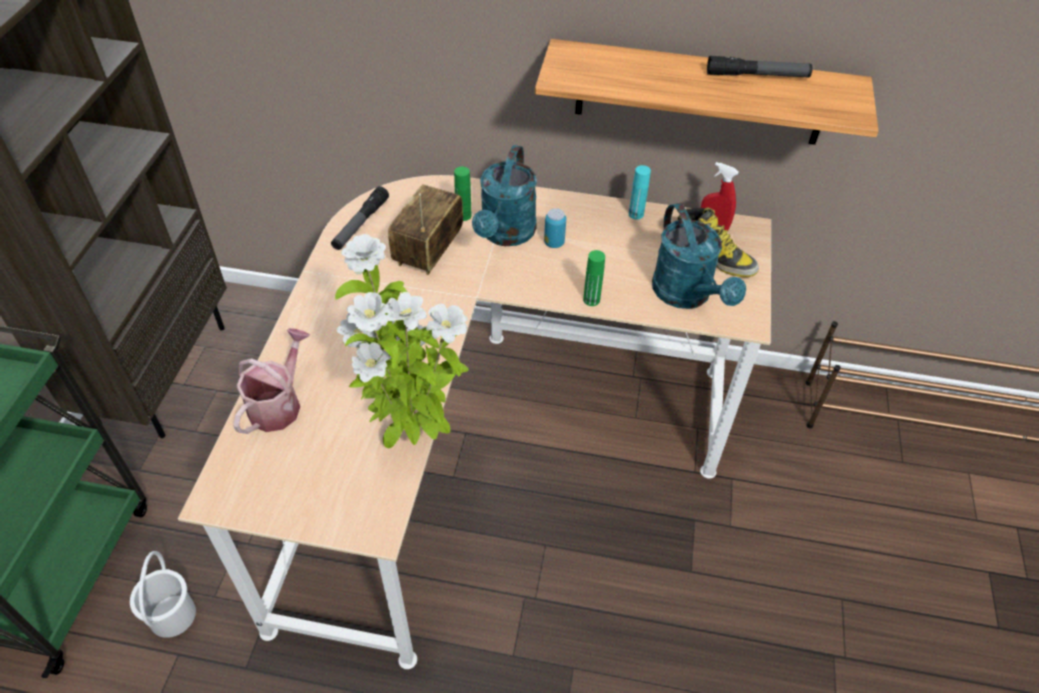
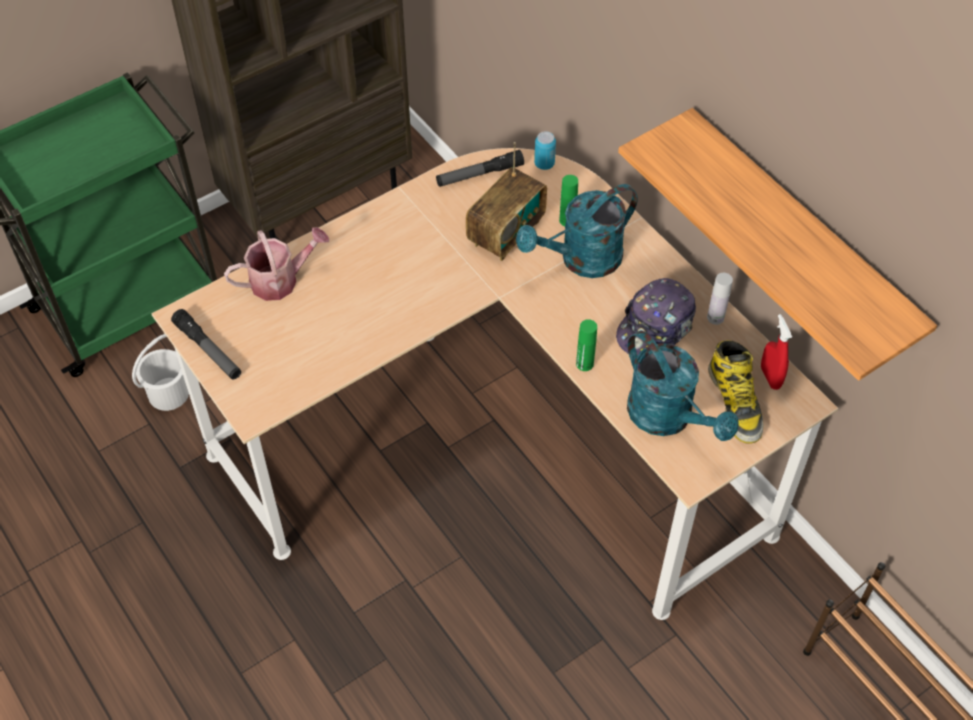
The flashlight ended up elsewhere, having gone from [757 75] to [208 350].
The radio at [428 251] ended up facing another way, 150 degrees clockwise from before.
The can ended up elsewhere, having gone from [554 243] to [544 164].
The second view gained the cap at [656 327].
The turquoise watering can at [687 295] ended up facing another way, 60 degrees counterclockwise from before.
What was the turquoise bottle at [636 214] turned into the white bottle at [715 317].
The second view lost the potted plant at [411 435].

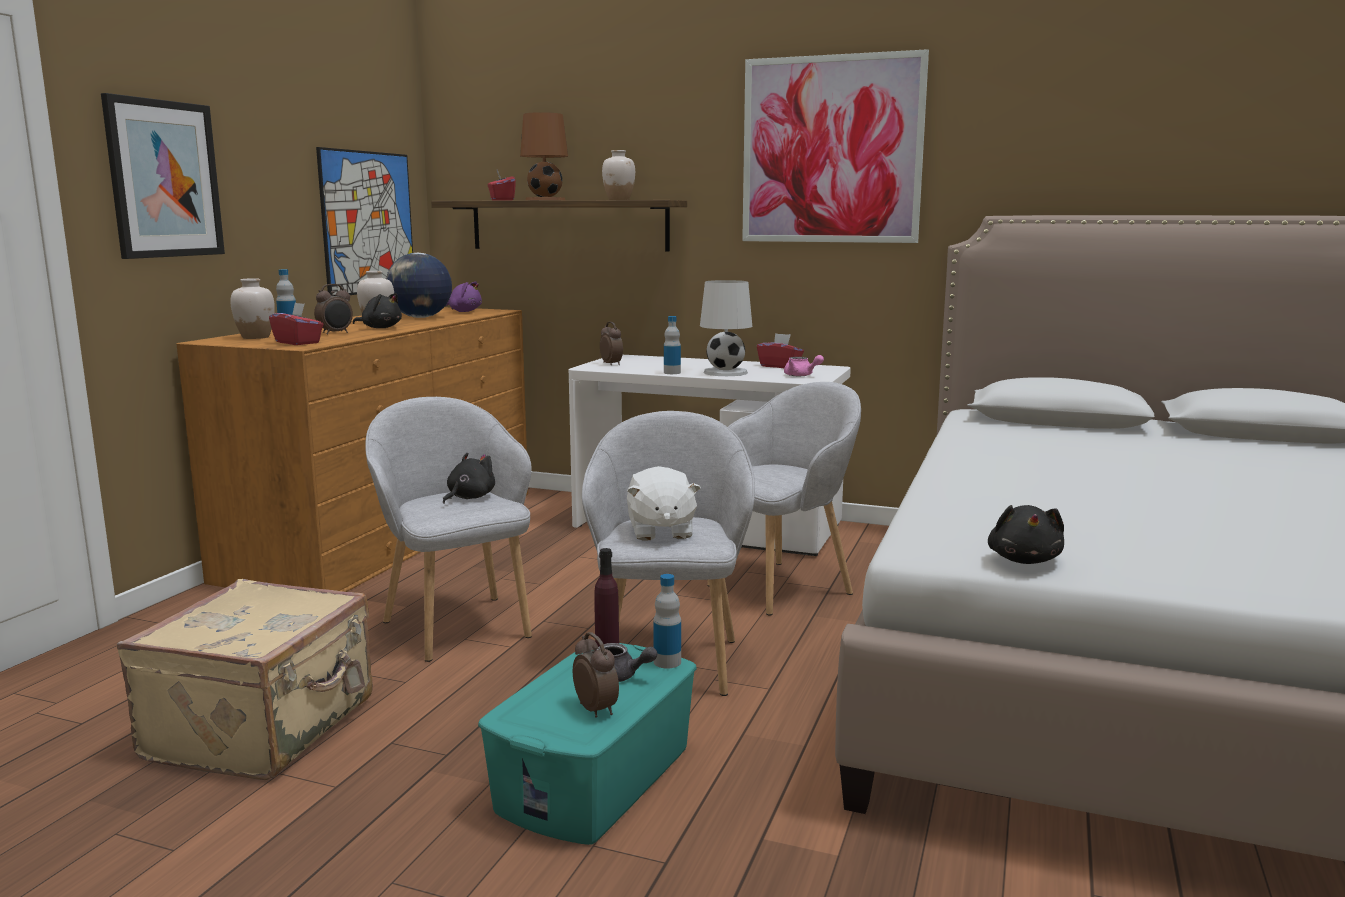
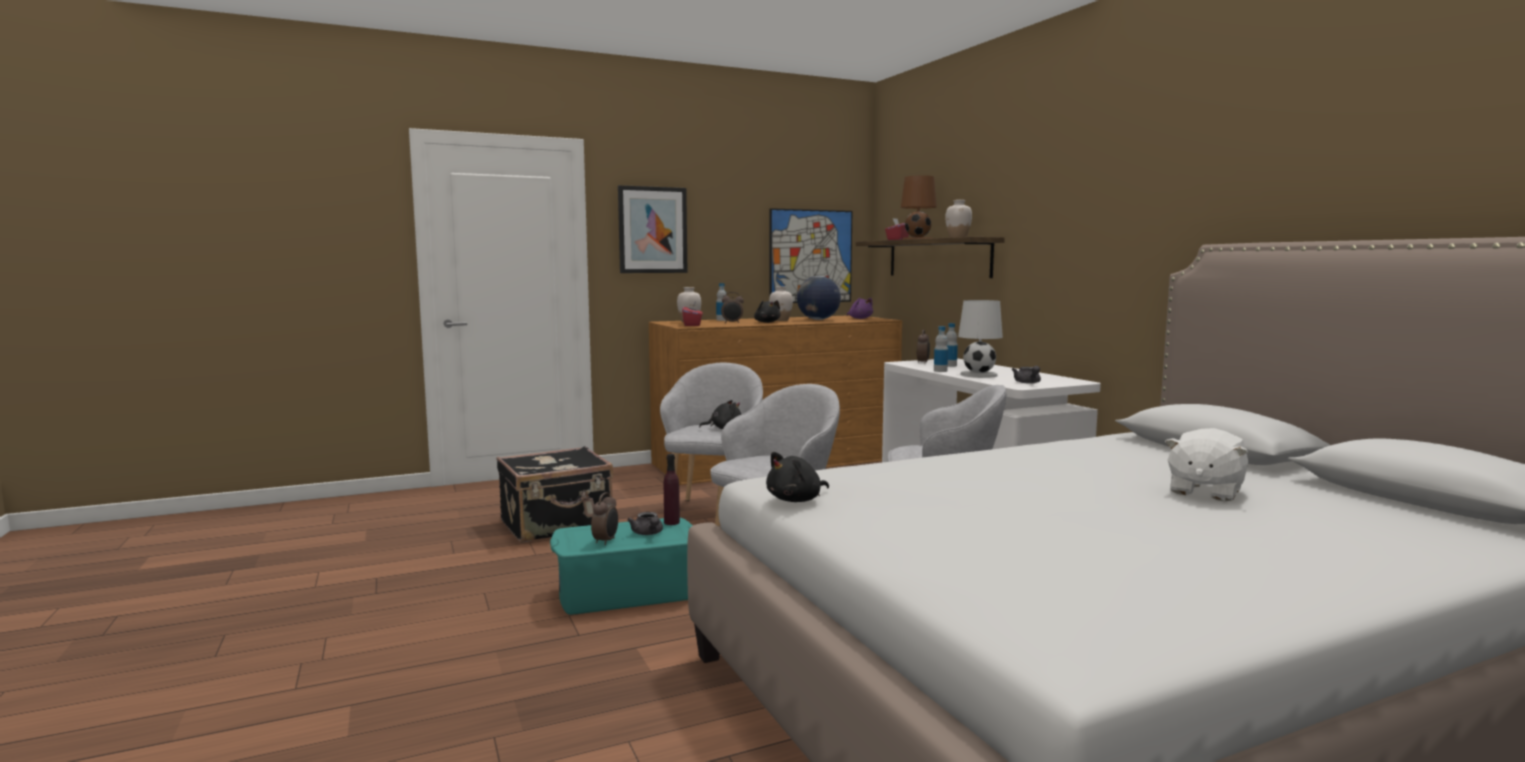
What was the beige suitcase at [265 728] turned into the black suitcase at [557 525].
The bottle ended up elsewhere, having gone from [667 662] to [950 365].
What was the pink teapot at [801 375] turned into the grey teapot at [1028 383].
The white plush toy ended up elsewhere, having gone from [660 531] to [1204 491].
The second view lost the picture at [831 150].
The second view lost the red tissue box at [780 366].

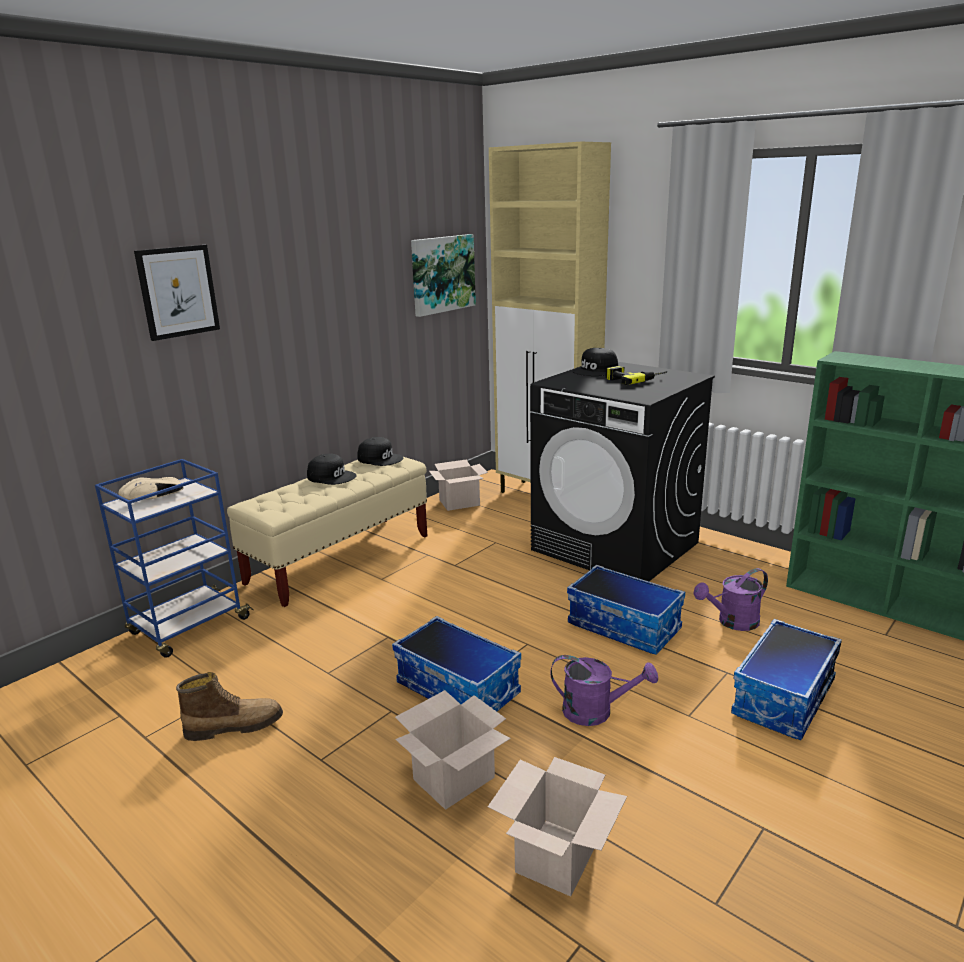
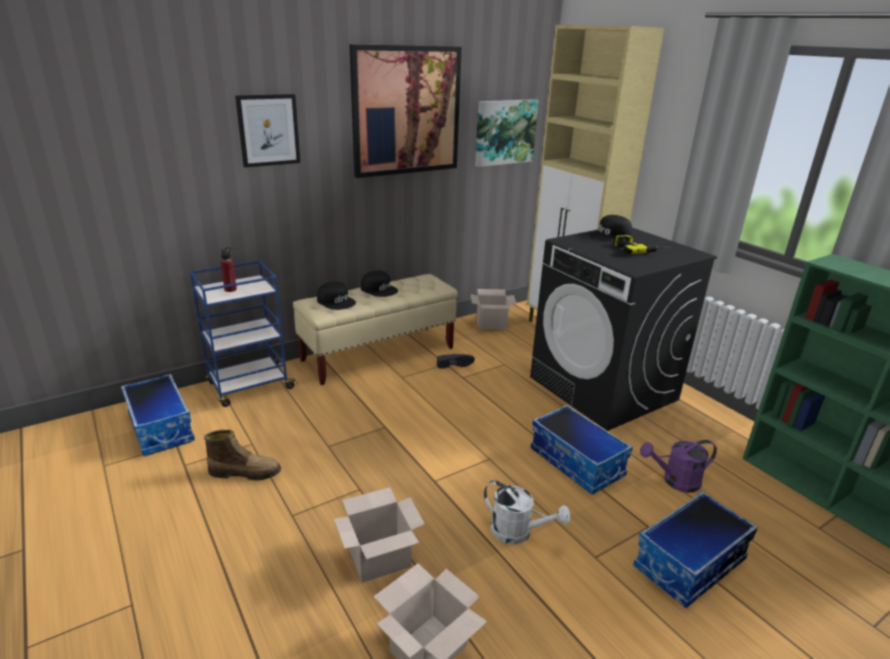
The storage box ended up elsewhere, having gone from [459 689] to [162 428].
Where the beige shoe stood at [156 499], the red bottle came to stand at [230 289].
The black cap ended up elsewhere, having gone from [380 458] to [336 301].
The second view gained the picture at [406 111].
The second view gained the black shoe at [453 364].
What was the purple watering can at [596 712] turned into the white watering can at [518 533].

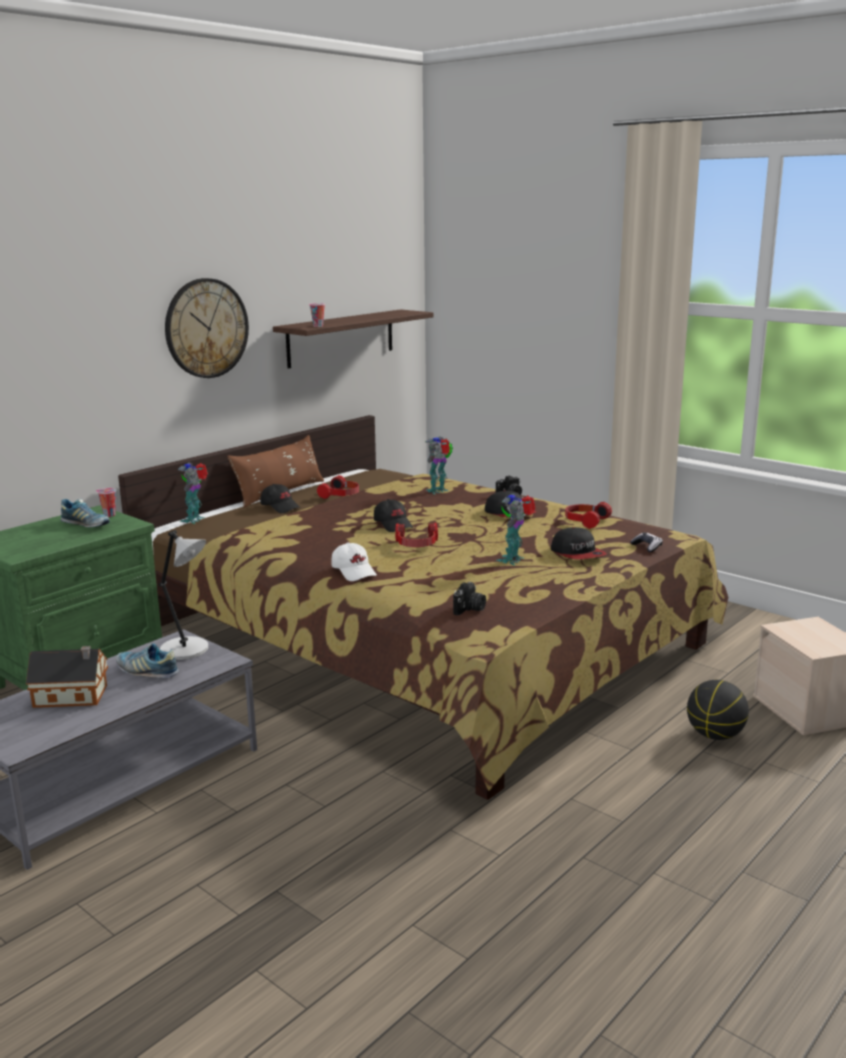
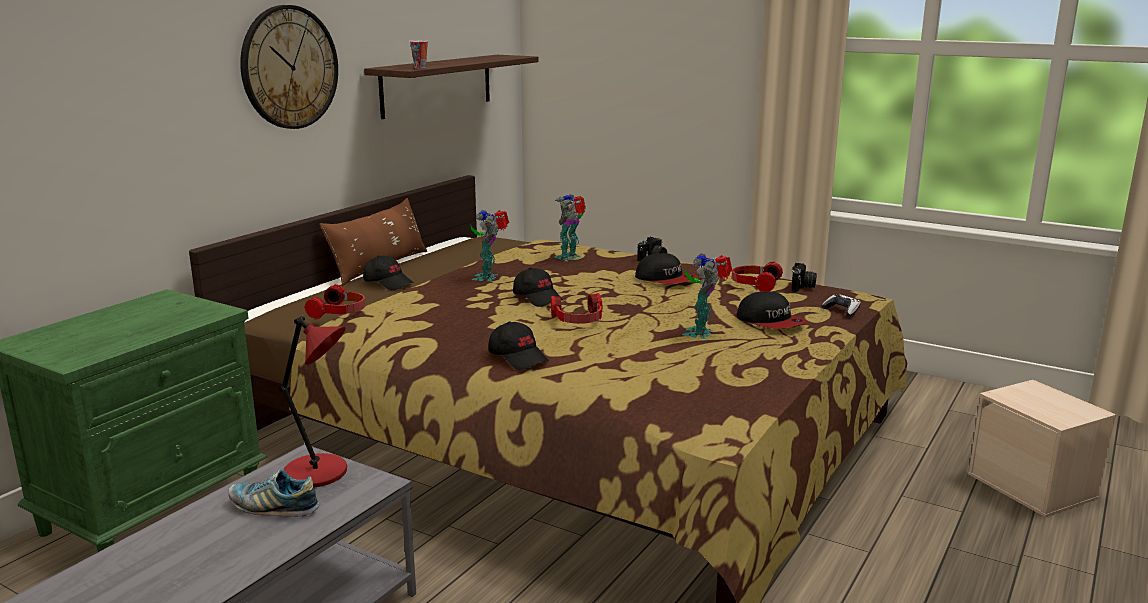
What was the grey table lamp at [187 650] turned into the red table lamp at [319 473].
The headphones ended up elsewhere, having gone from [341 495] to [340 313].
The toy robot ended up elsewhere, having gone from [195 519] to [488 277].
What was the white cap at [354 572] turned into the black cap at [518 357].
The photo camera ended up elsewhere, having gone from [470 609] to [802 287].
The second view lost the toy house at [73 696].
The second view lost the shoe at [86 525].
The second view lost the cup at [108 515].
The second view lost the basketball at [714 735].

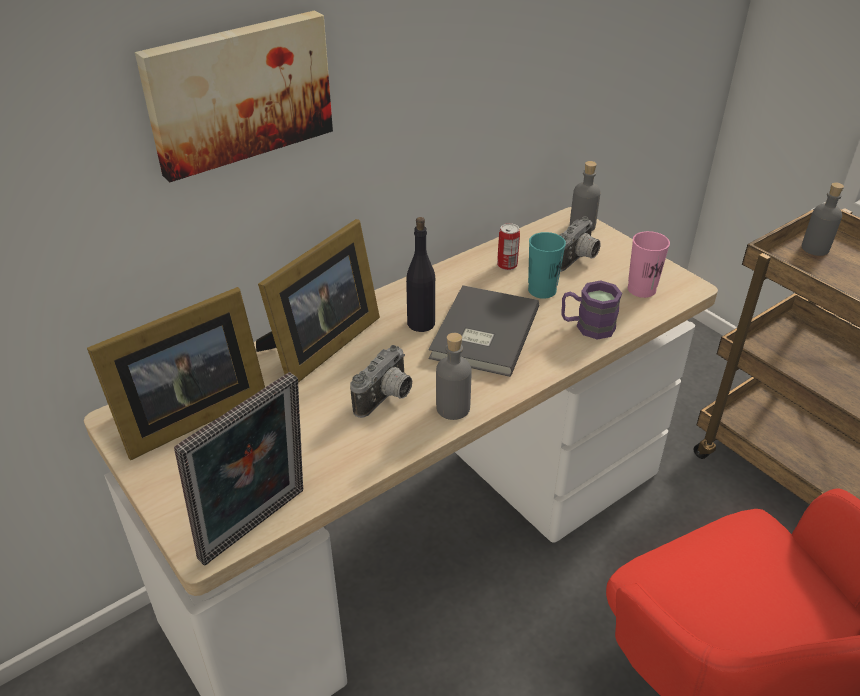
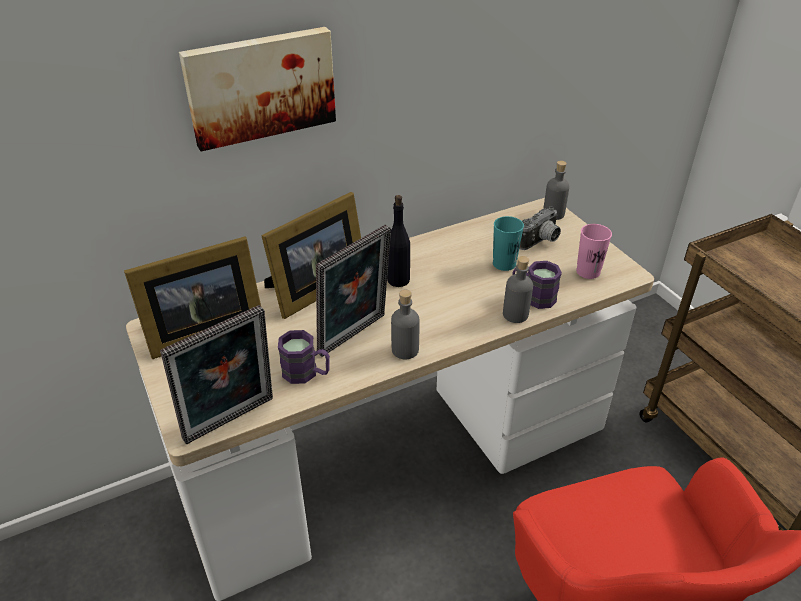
The second view gained the purple mug at [306 373].
Where the photo camera stood at [387 398], the picture frame came to stand at [355 336].
The grey bottle ended up elsewhere, having gone from [815 248] to [515 314].
The second view lost the grey book at [481 333].
The second view lost the can at [507 265].

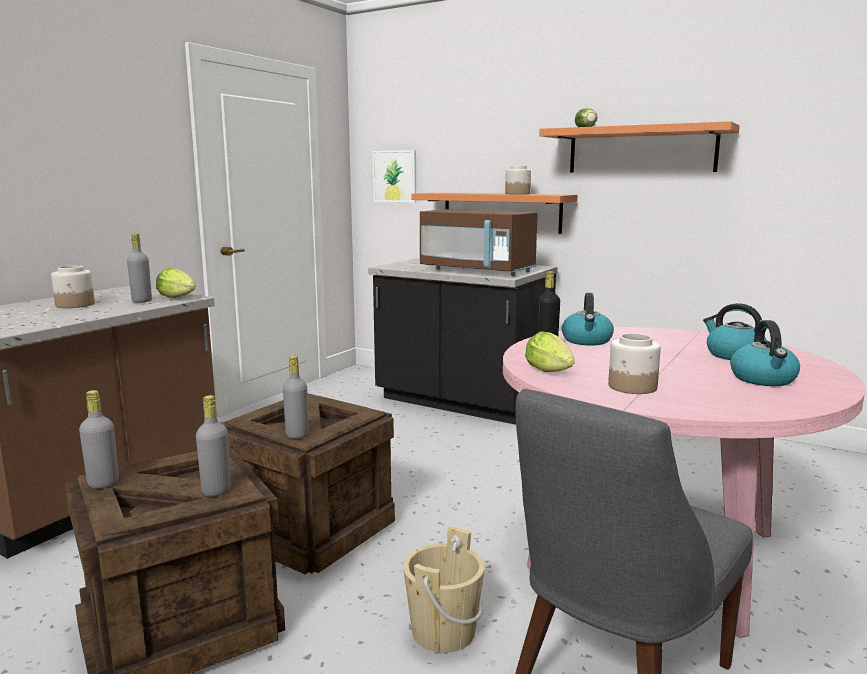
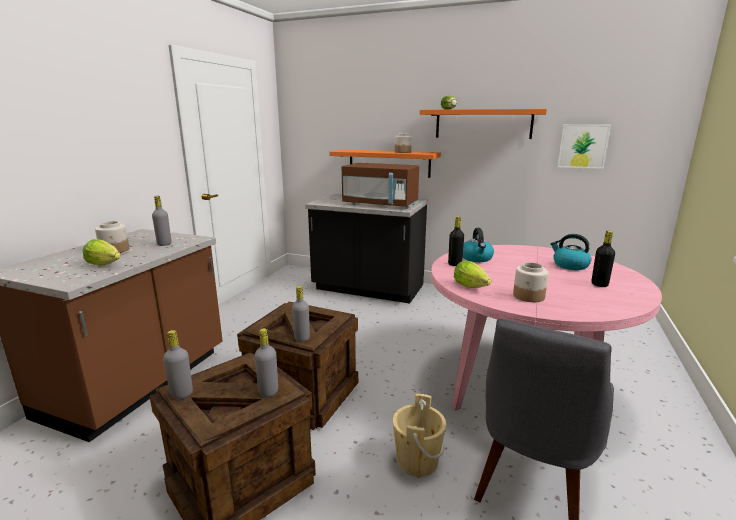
The lettuce ended up elsewhere, having gone from [179 298] to [106 265].
The picture ended up elsewhere, having gone from [395 176] to [583 146].
Where the kettle stood at [763 379], the black bottle came to stand at [599 284].

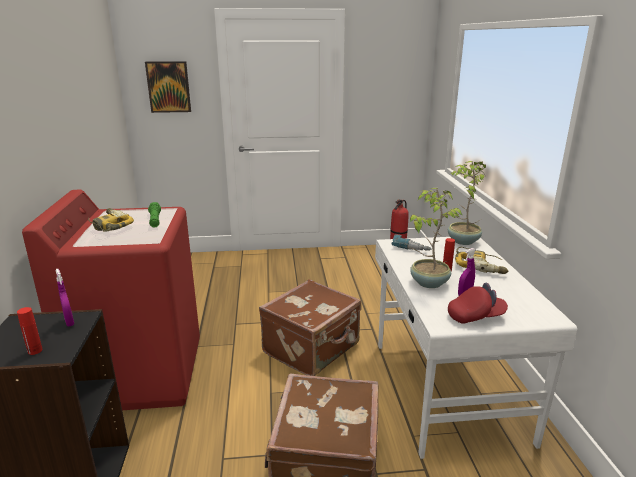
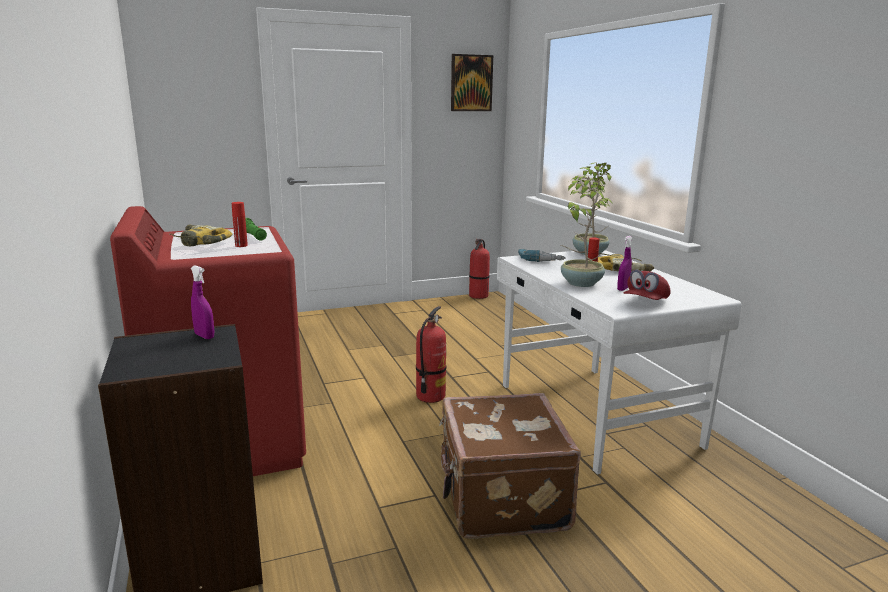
The red bottle ended up elsewhere, having gone from [35 351] to [241 245].
Where the brown suitcase stood at [312 349], the fire extinguisher came to stand at [430 396].
The picture ended up elsewhere, having gone from [168 87] to [471 83].
The red cap at [475 316] ended up facing another way, 150 degrees clockwise from before.

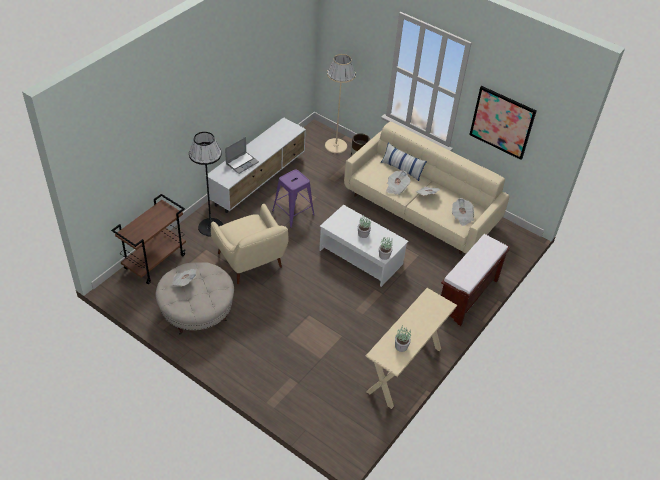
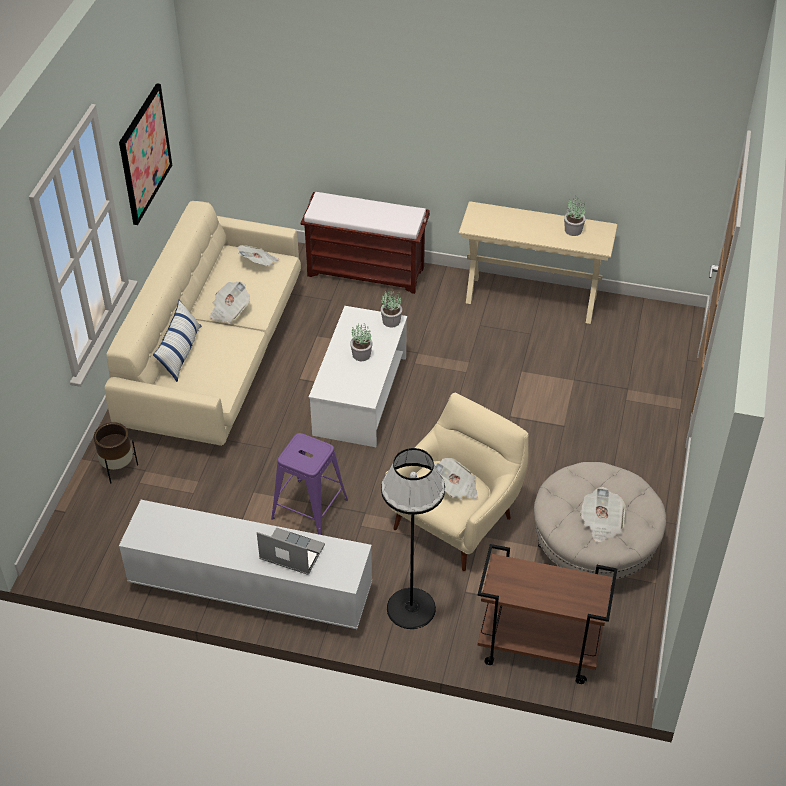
The newspaper ended up elsewhere, having gone from [396 187] to [456 488].
The second view lost the beige floor lamp at [335 146].

